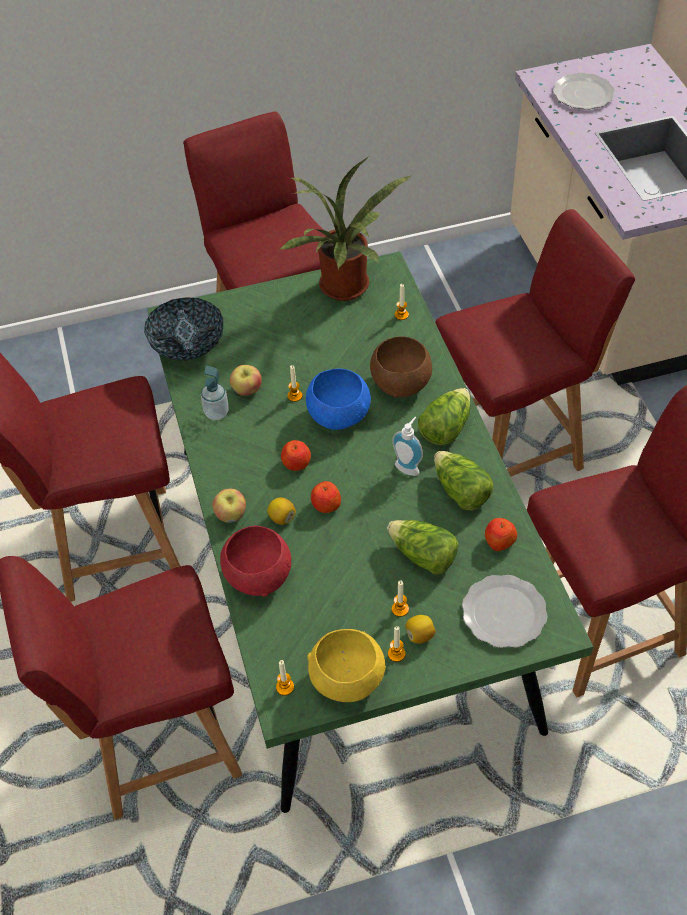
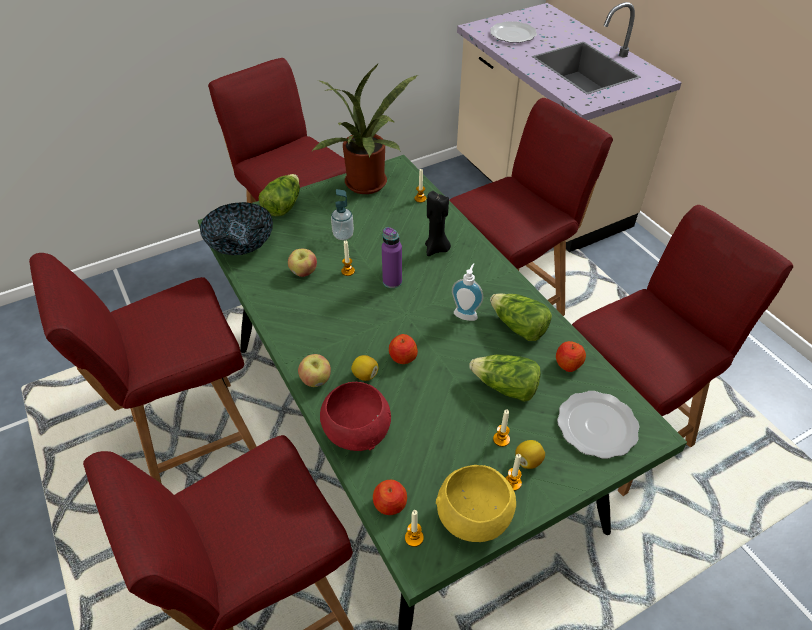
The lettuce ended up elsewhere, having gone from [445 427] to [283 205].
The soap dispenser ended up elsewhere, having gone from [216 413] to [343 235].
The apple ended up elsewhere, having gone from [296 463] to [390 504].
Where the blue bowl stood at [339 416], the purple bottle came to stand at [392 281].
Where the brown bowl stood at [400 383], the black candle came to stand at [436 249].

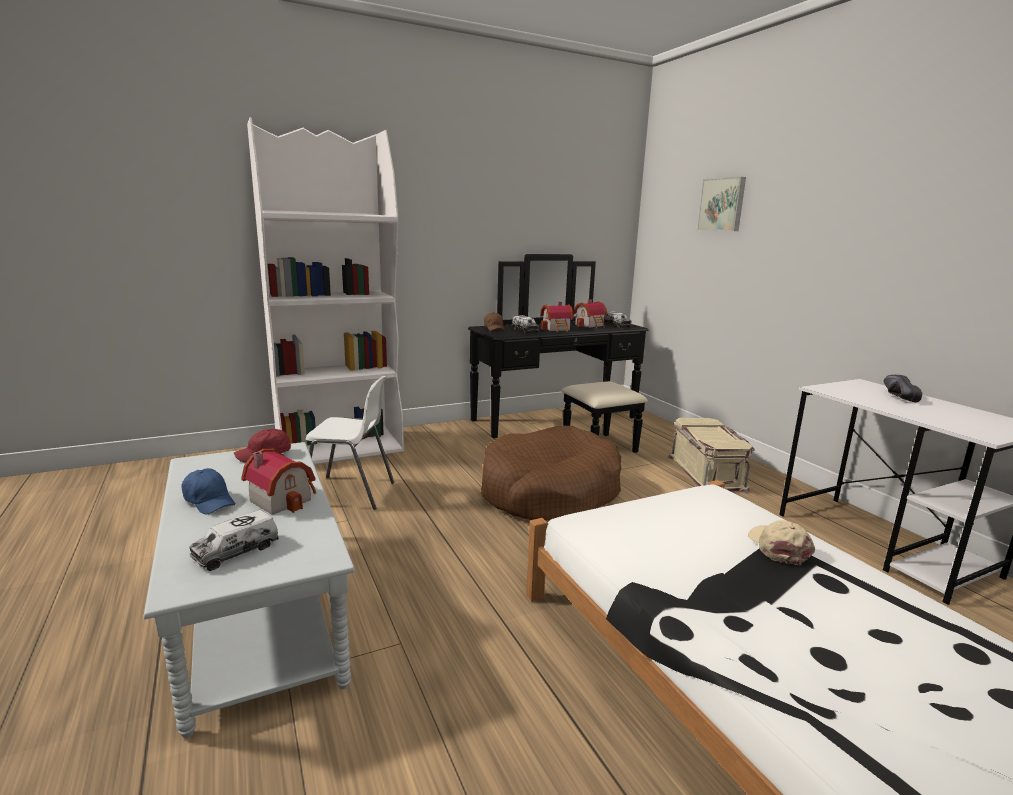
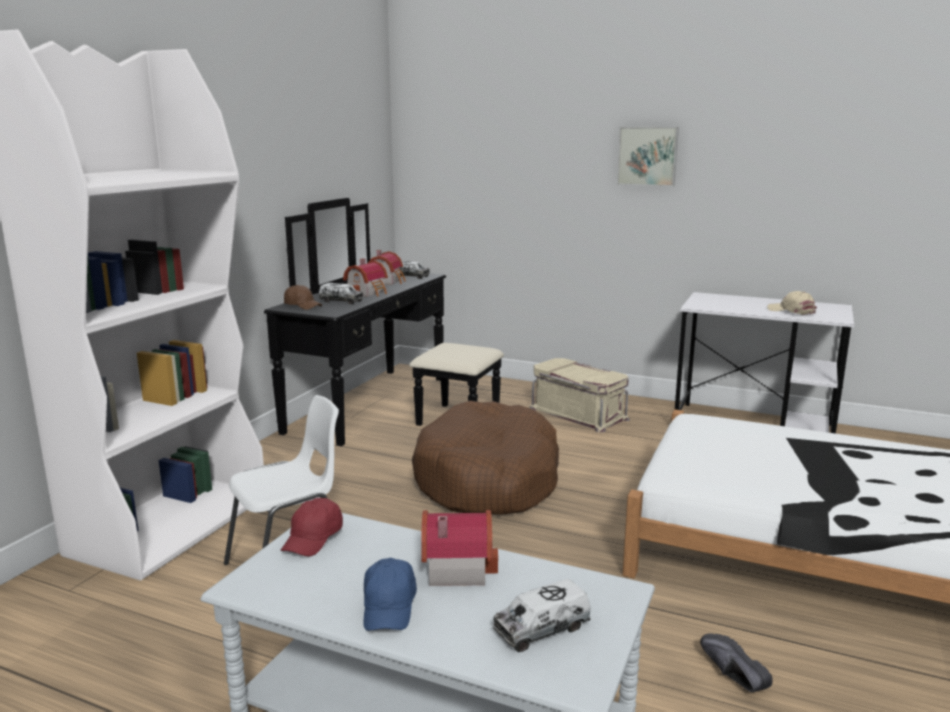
The blue cap at [209 501] ended up facing another way, 90 degrees clockwise from before.
The toy truck at [236 551] ended up facing another way, 60 degrees clockwise from before.
The picture ended up elsewhere, having gone from [722 204] to [647 156].
The black shoe ended up elsewhere, having gone from [895 396] to [730 676].
The beige cap ended up elsewhere, having gone from [778 547] to [791 311].

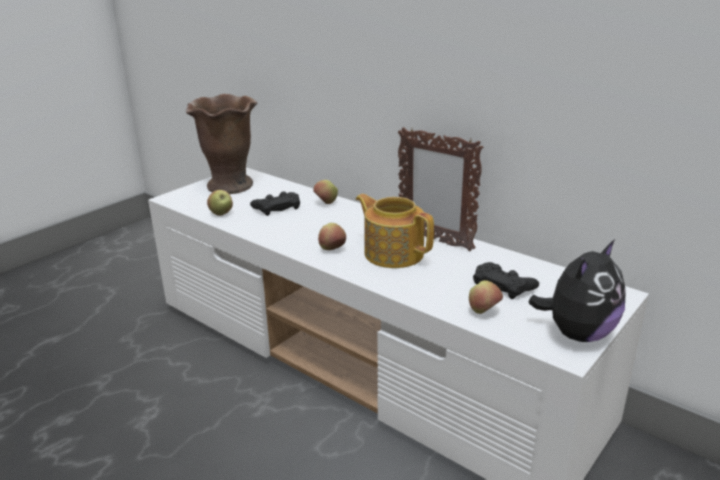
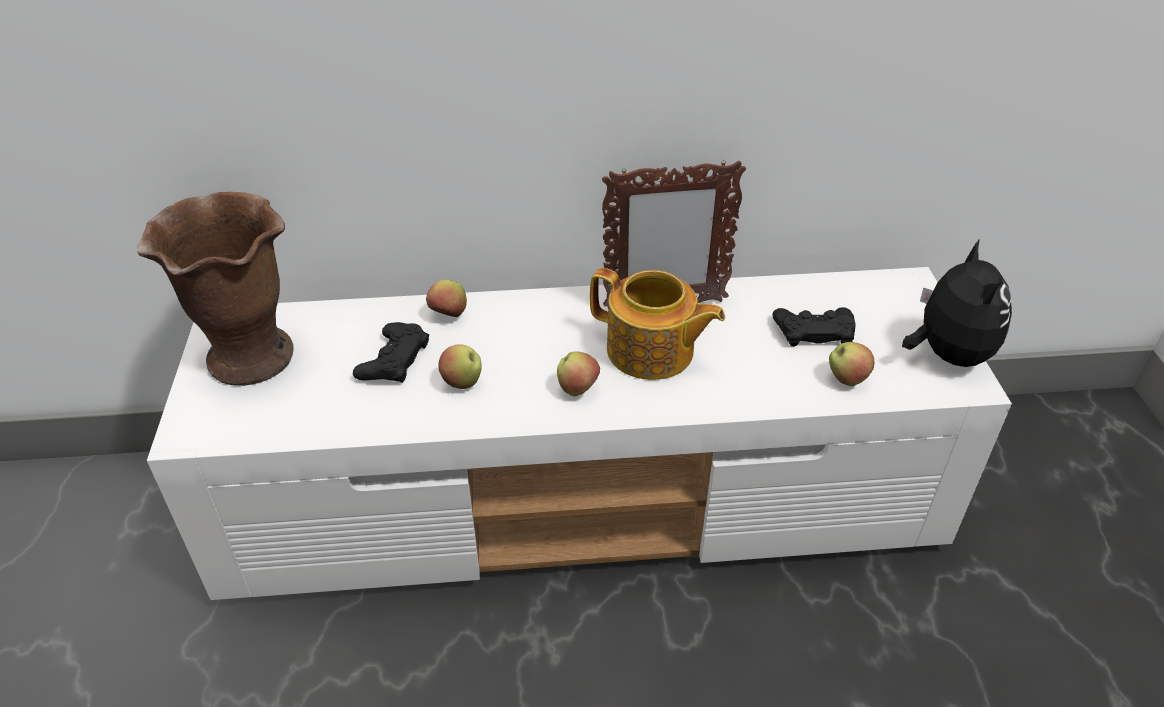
The apple ended up elsewhere, having gone from [221 214] to [462 382].
The teapot at [393 253] ended up facing another way, 150 degrees counterclockwise from before.

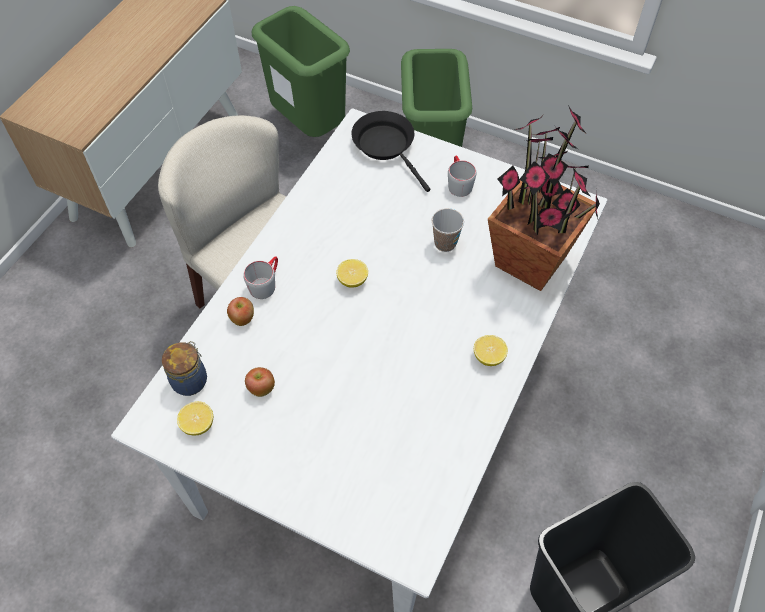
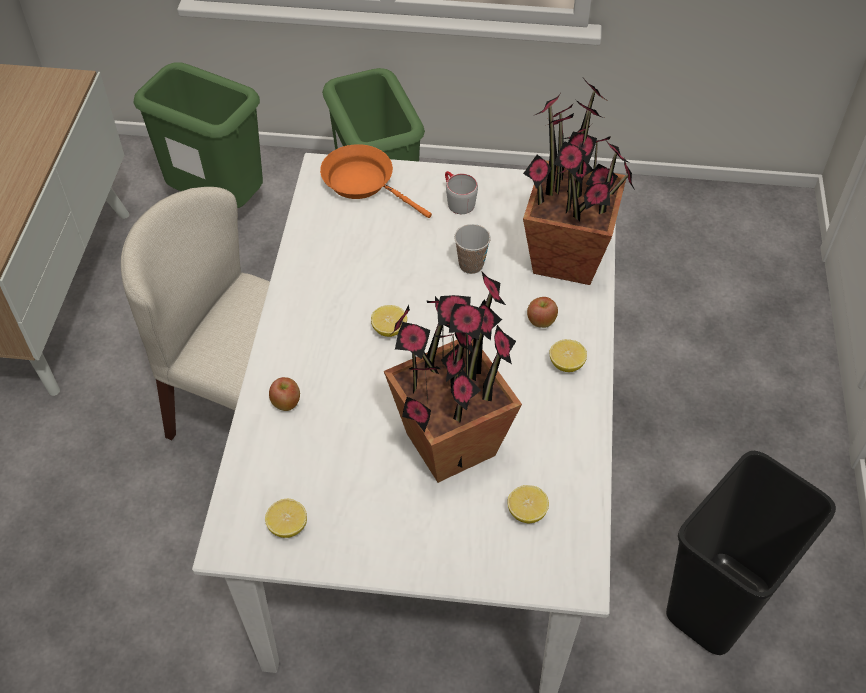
What was the black frying pan at [387 146] turned into the orange frying pan at [363 183].
The second view gained the potted plant at [449 444].
The second view gained the lemon at [527 512].
The apple ended up elsewhere, having gone from [261 388] to [541 322].
The second view lost the jar at [191 380].
The second view lost the grey mug at [265 283].

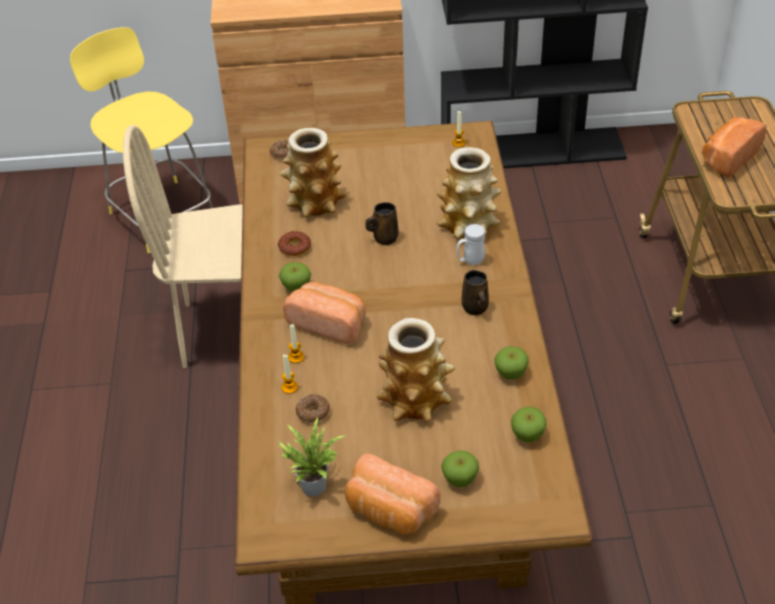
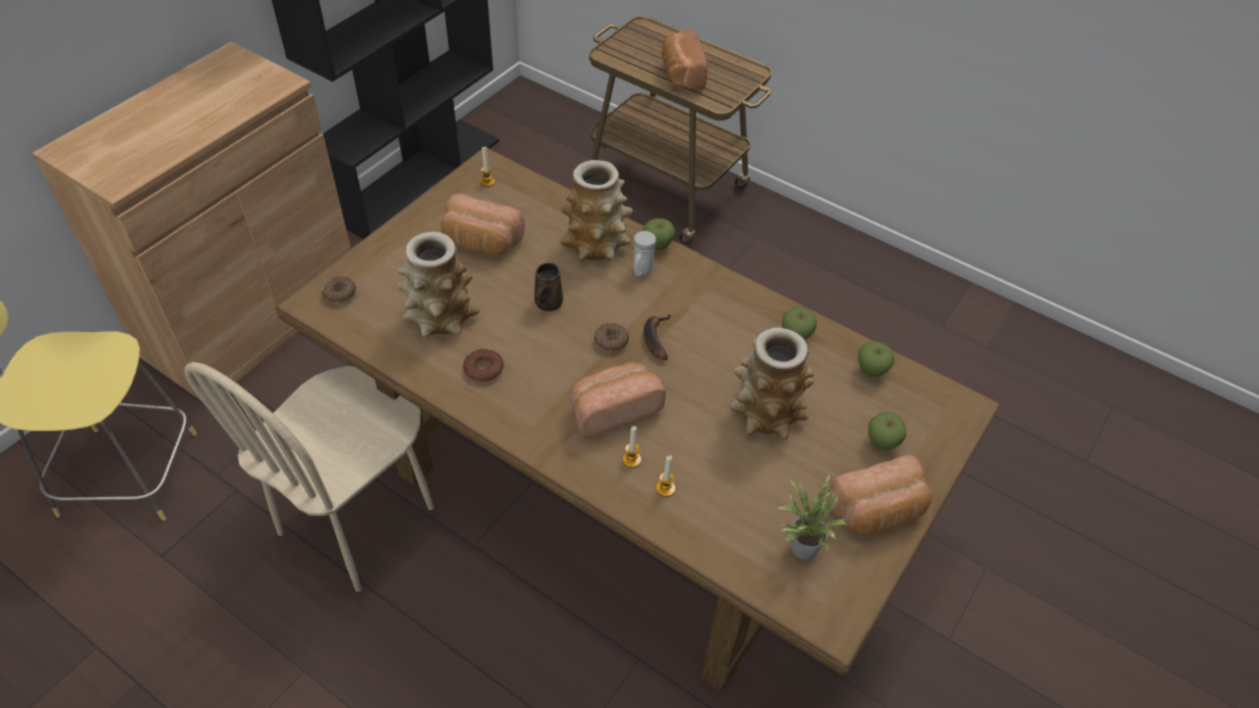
The second view gained the bread at [481 243].
The donut ended up elsewhere, having gone from [313 412] to [611 341].
The apple ended up elsewhere, having gone from [296 288] to [657 245].
The second view gained the banana at [654 338].
The second view lost the brown mug at [475 308].

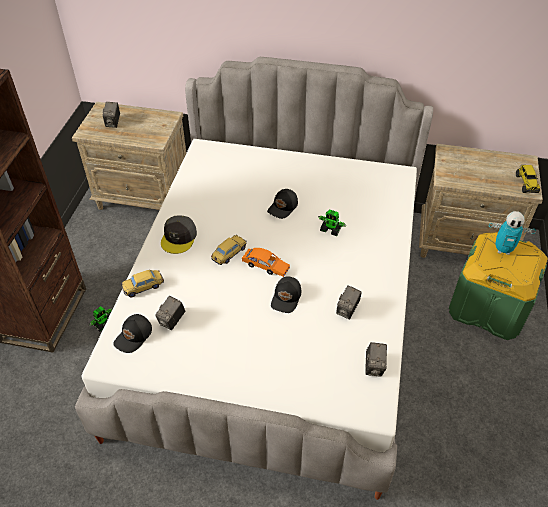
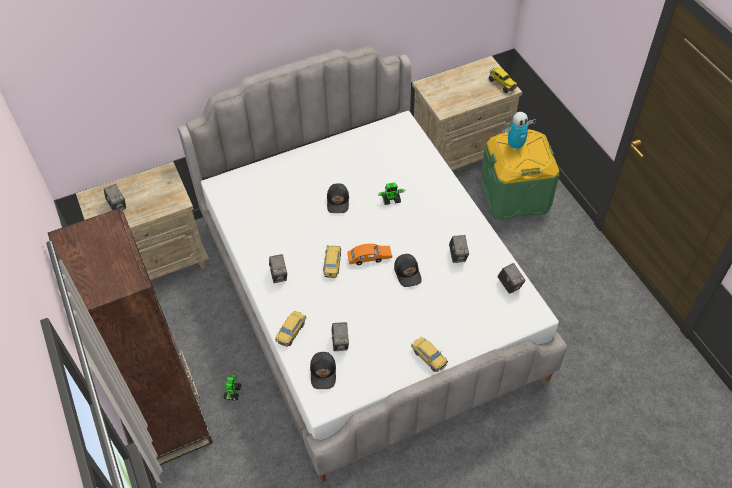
Where the grey cap stood at [179 237], the photo camera came to stand at [279 275].
The second view gained the toy car at [429 357].

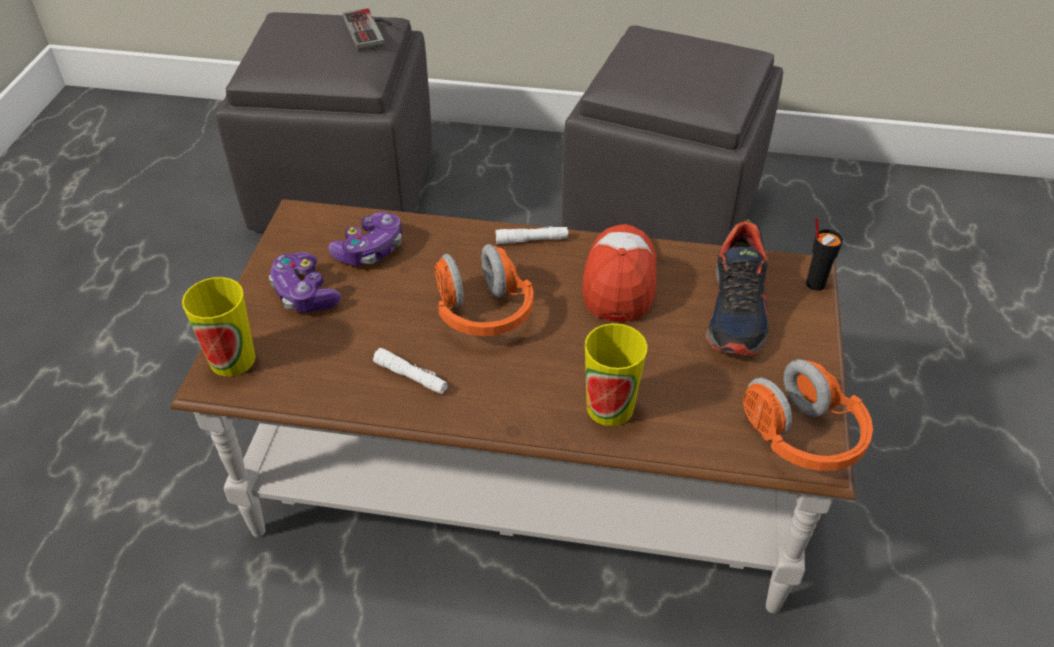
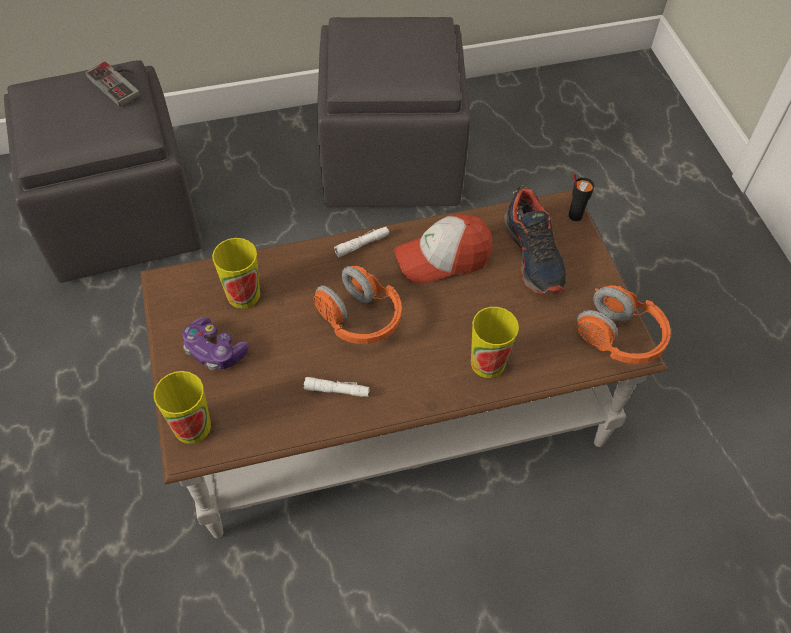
Where the game controller stood at [370 250], the cup came to stand at [243 294].
The cap at [619 280] ended up facing another way, 90 degrees counterclockwise from before.

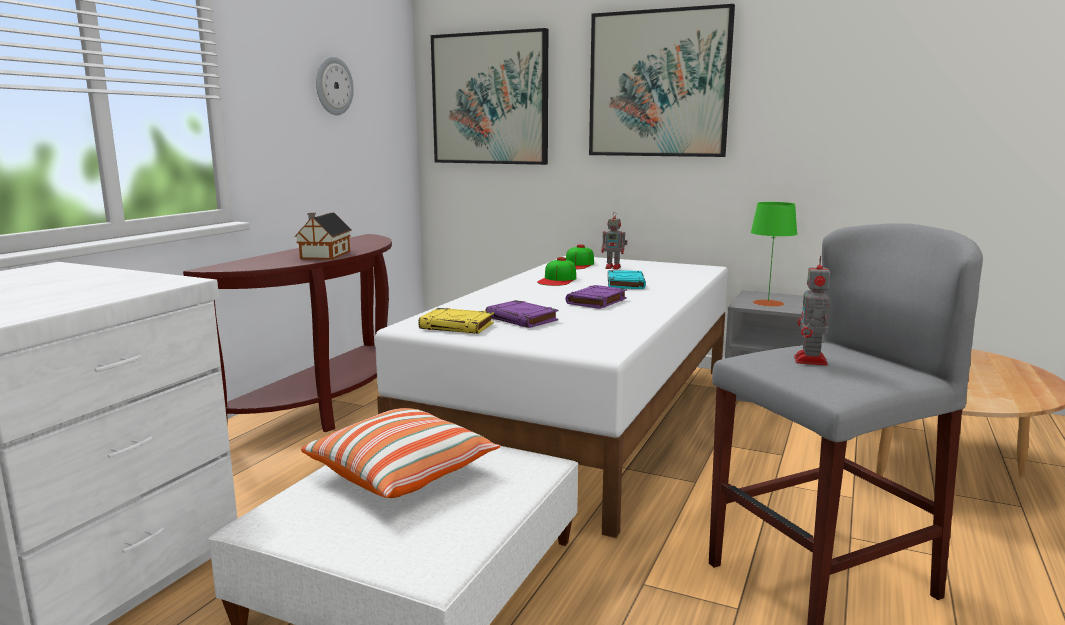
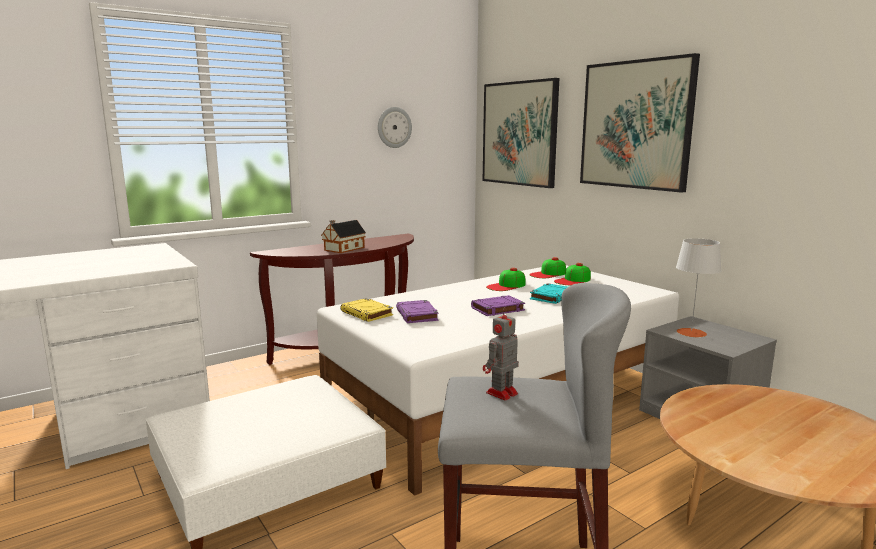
Where the toy robot stood at [614 267], the cap came to stand at [573 280].
What was the green table lamp at [768 303] turned into the grey table lamp at [691 332].
The second view lost the pillow at [403 473].

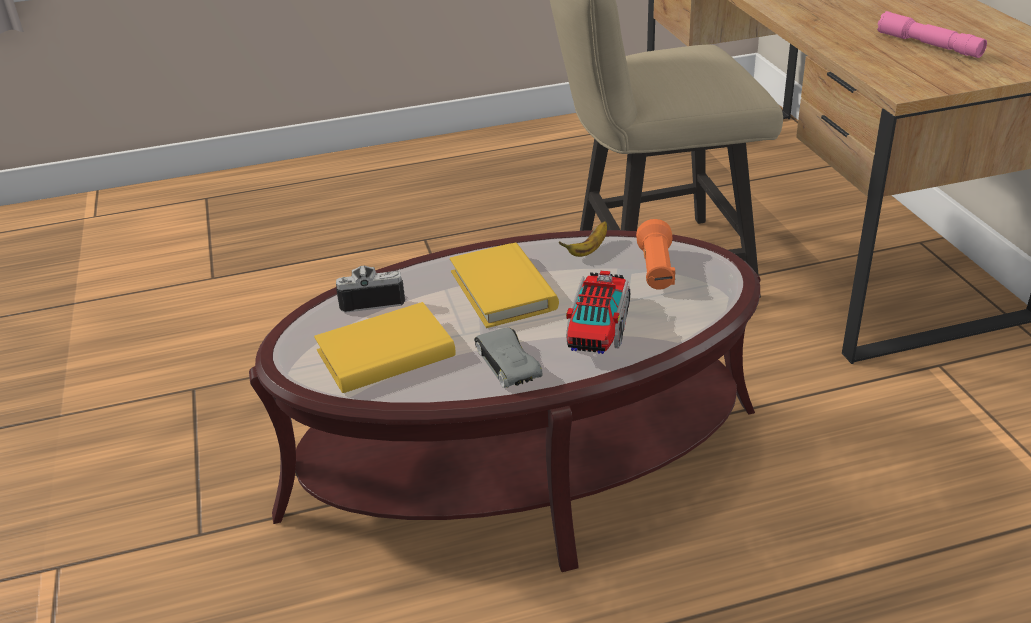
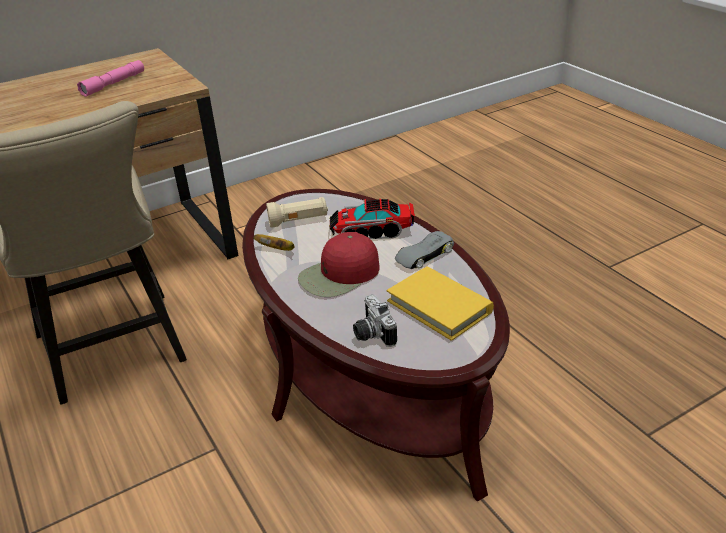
What was the orange flashlight at [656 271] turned into the beige flashlight at [298 221].
Where the yellow book stood at [503 290], the red cap came to stand at [339 275].

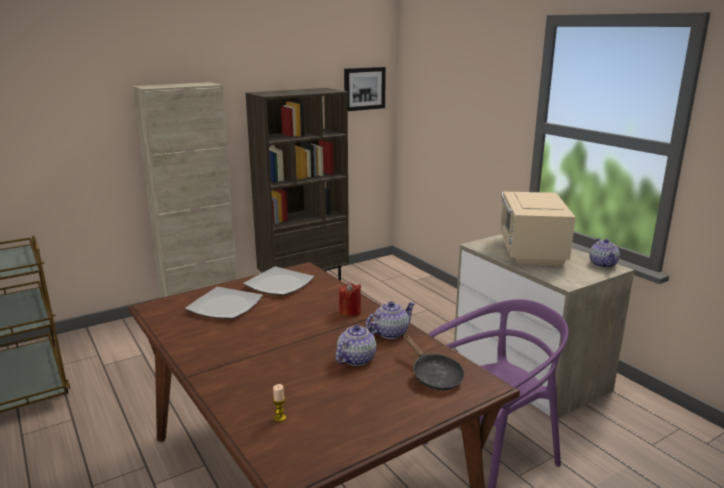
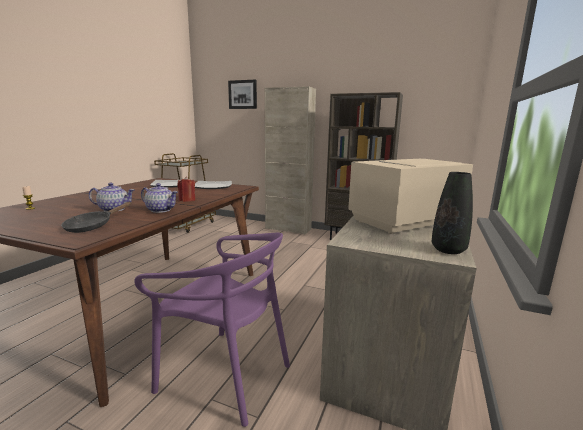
The picture ended up elsewhere, having gone from [364 88] to [243 94].
Where the teapot stood at [603 264], the black vase came to stand at [448 250].

